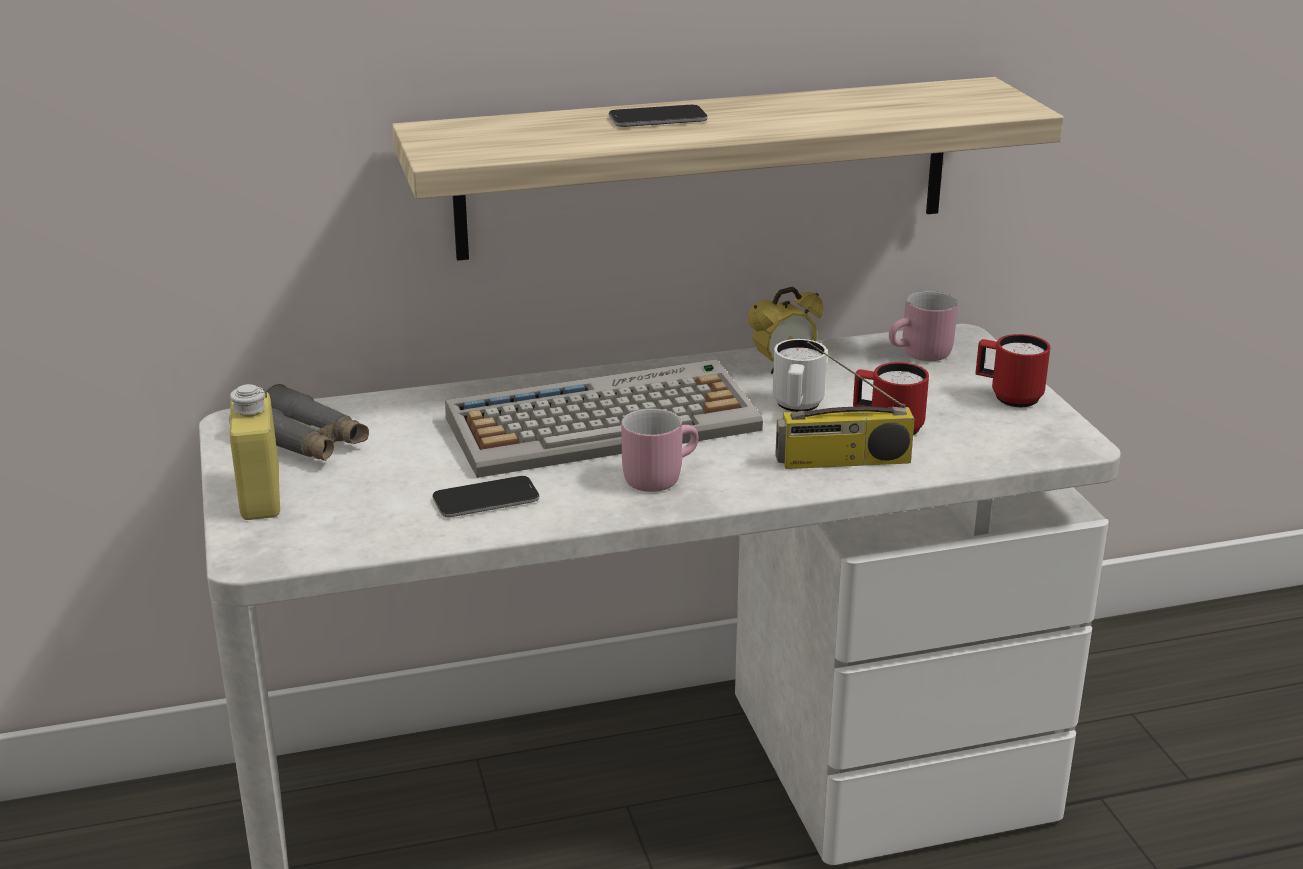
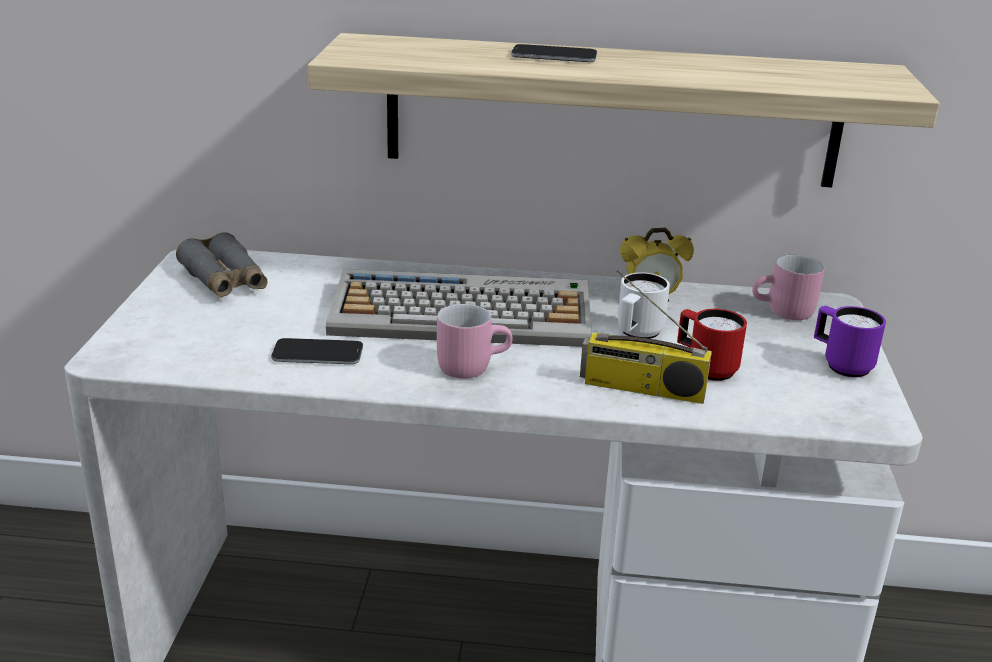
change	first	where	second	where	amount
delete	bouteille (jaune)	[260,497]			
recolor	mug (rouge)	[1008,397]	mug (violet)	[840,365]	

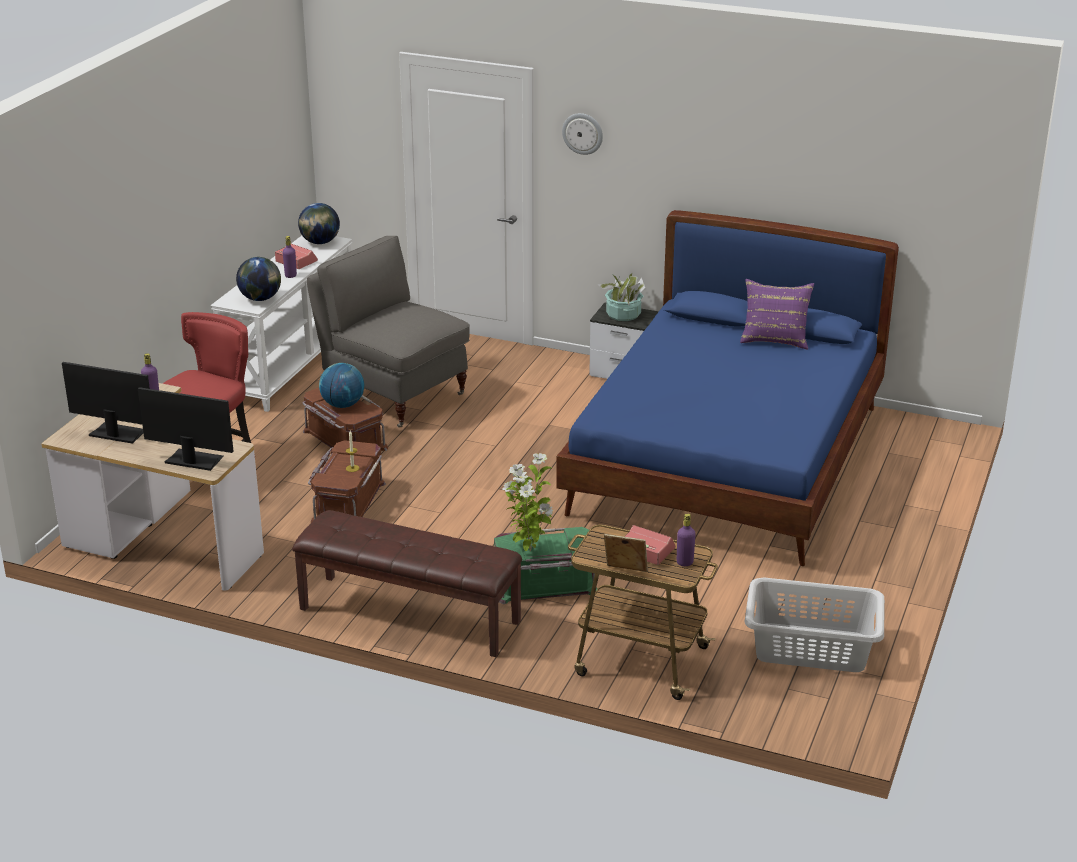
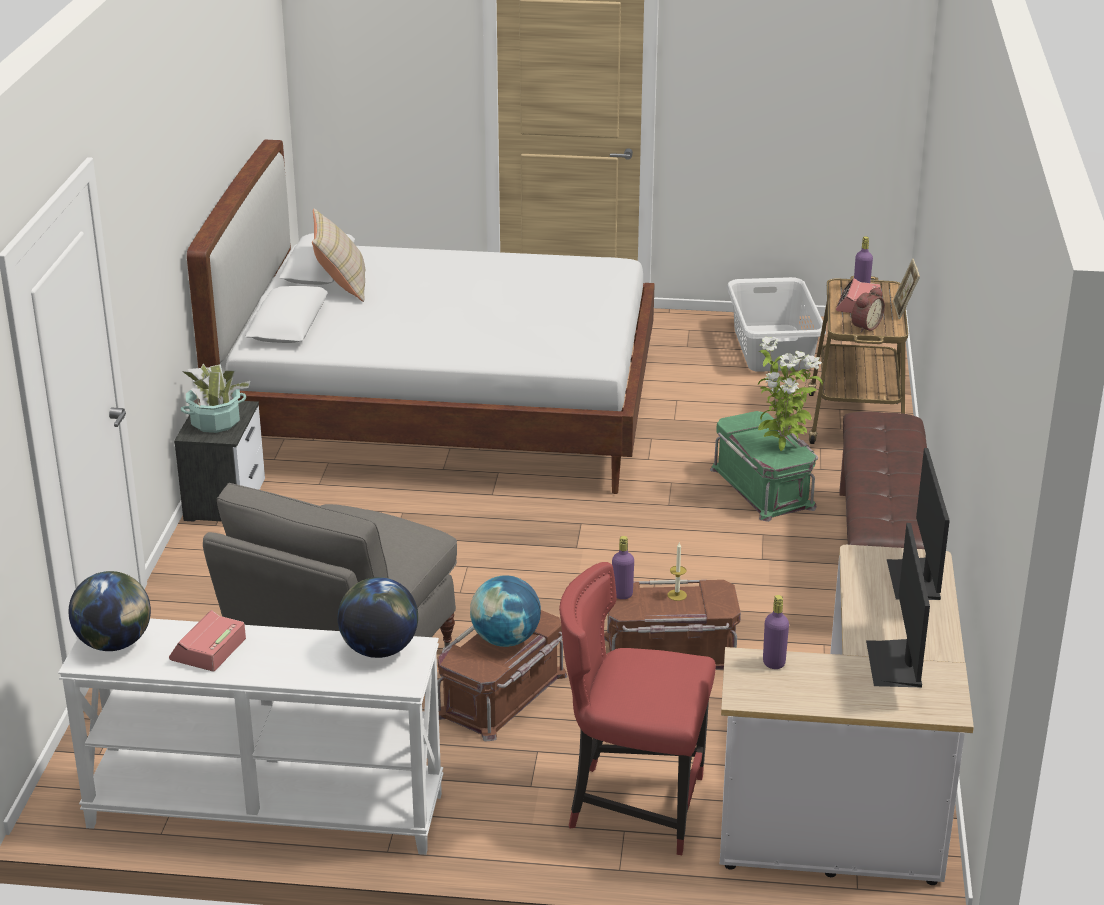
change	first	where	second	where	amount
move	bouteille (violet)	[290,275]		[622,595]	
recolor	lit (bleu)	[728,461]	lit (blanc)	[442,412]	
delete	horloge murale	[582,133]			
recolor	coussin (violet)	[775,339]	coussin (beige)	[341,286]	
insert			réveil	[864,326]	

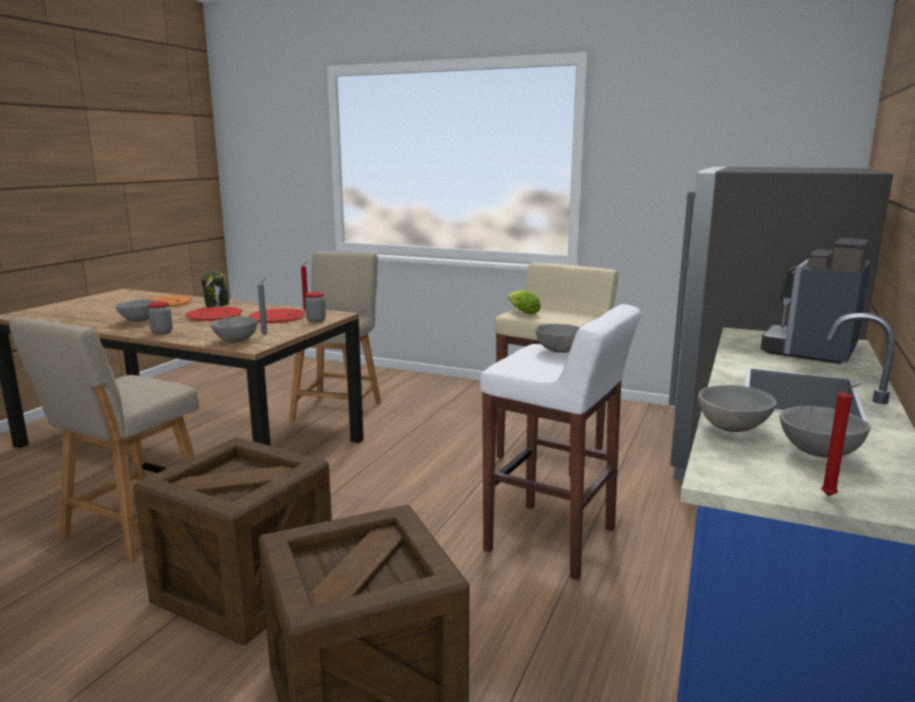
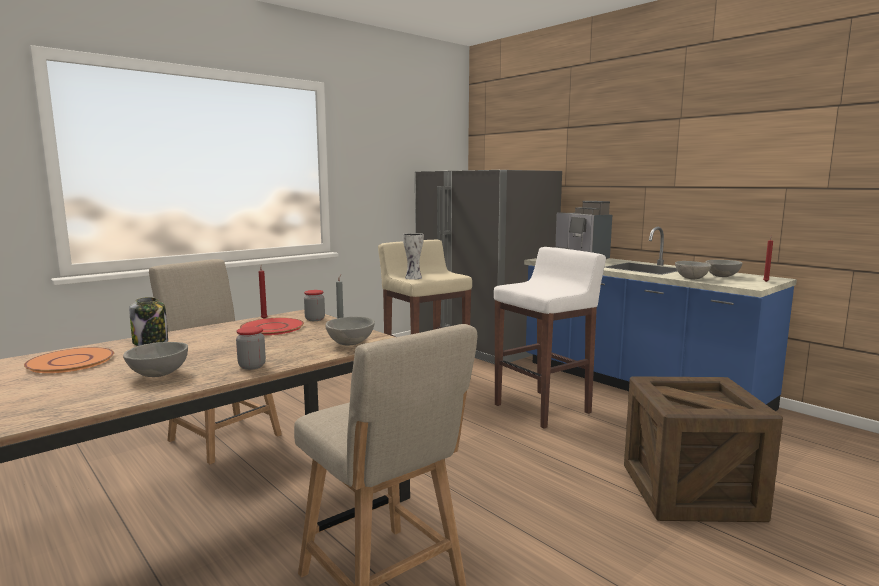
change	first	where	second	where	amount
delete	caisse	[245,588]			
delete	assiette (rouge)	[215,315]			
replace	laitue	[522,312]	vase	[414,278]	
delete	bol (gris)	[559,351]			

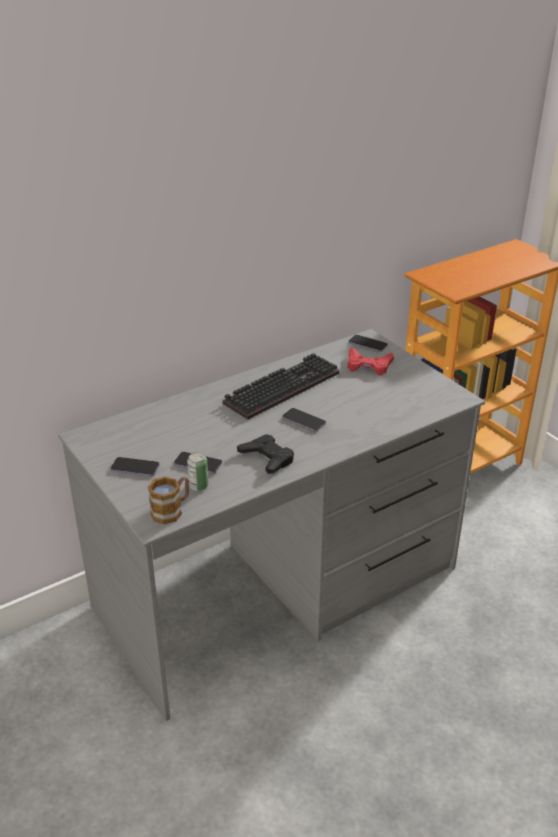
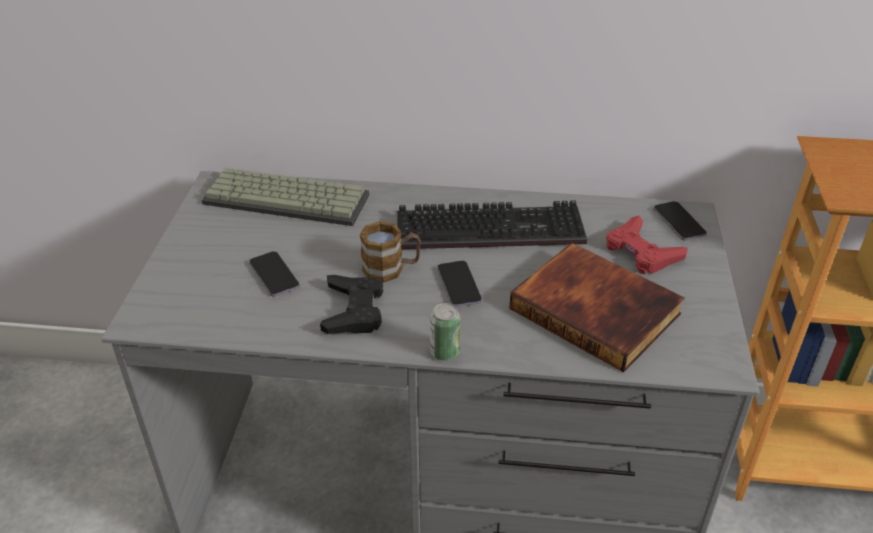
change	first	where	second	where	amount
delete	téléphone	[135,468]			
move	mug	[171,510]		[391,269]	
move	boîte métallique	[198,486]		[445,352]	
insert			clavier	[289,198]	
insert			livre	[597,310]	

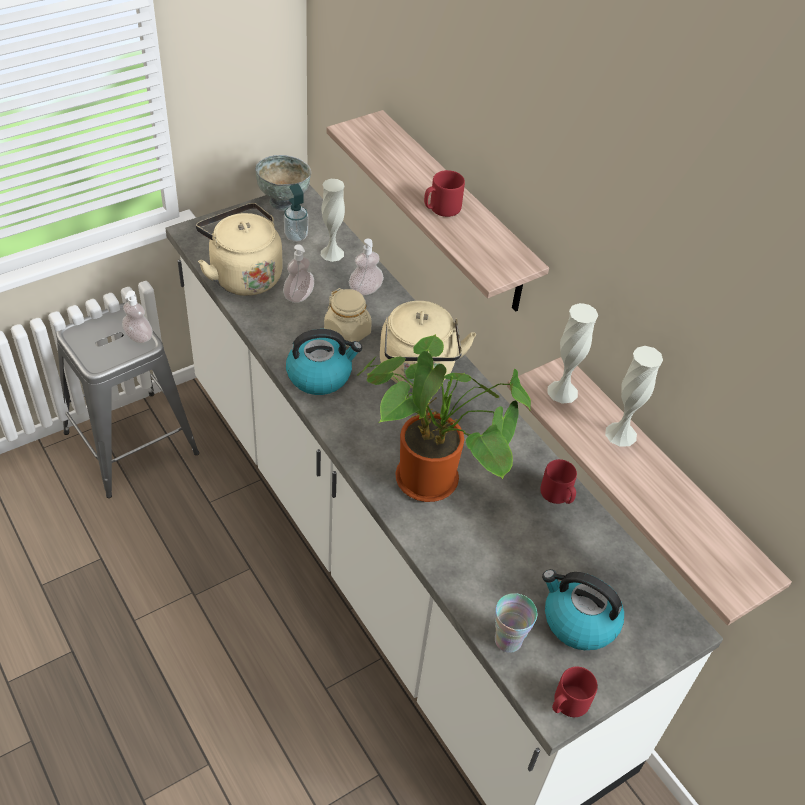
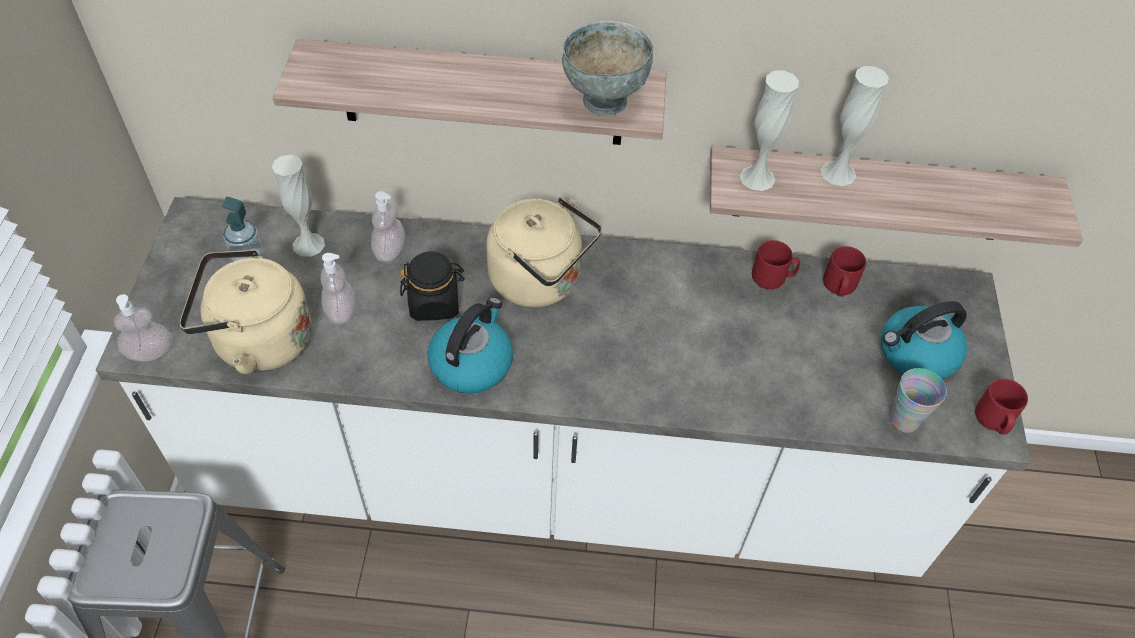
change	first	where	second	where	amount
move	distributeur de savon	[138,337]		[150,352]	
move	bol (gris)	[283,201]		[604,99]	
recolor	bocal (beige)	[347,332]	bocal (noir)	[434,303]	
delete	plante en pot	[434,481]			
move	mug (rouge)	[441,208]		[839,286]	

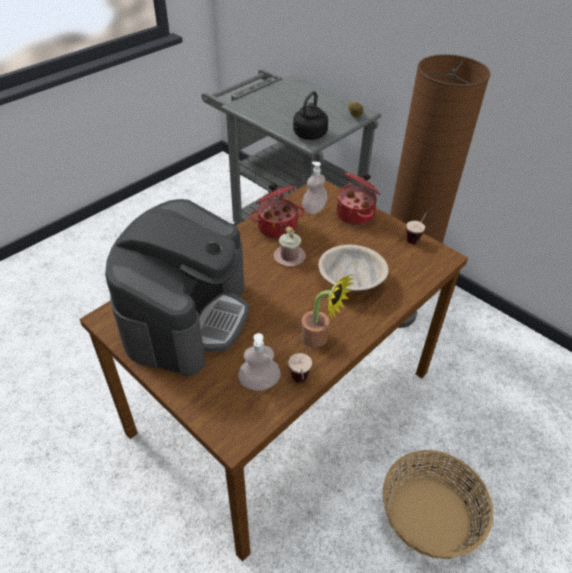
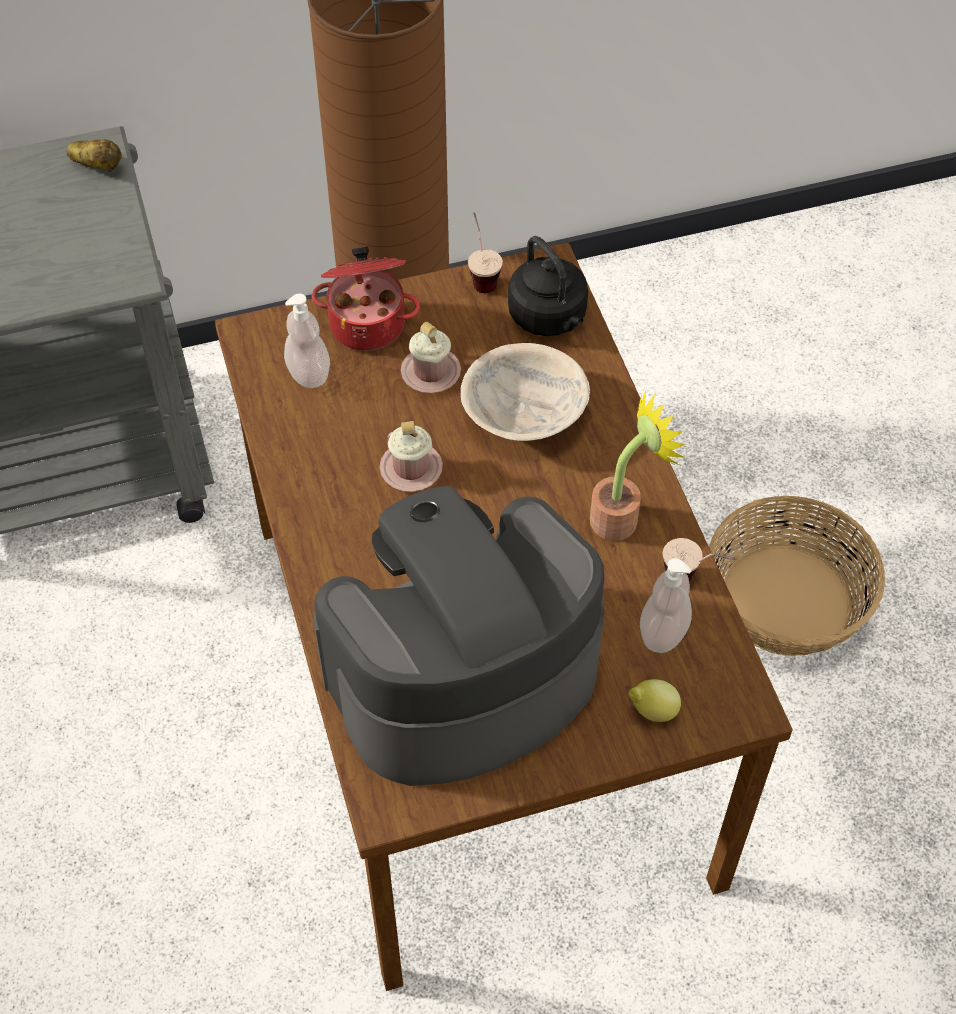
change	first	where	second	where	amount
rotate	machine à café	[187,316]		[461,677]	75 degrees counterclockwise
delete	marmite	[277,227]			
move	bouilloire (noir)	[308,135]		[549,318]	
insert			mug (rose)	[430,372]	
insert			citron	[652,711]	

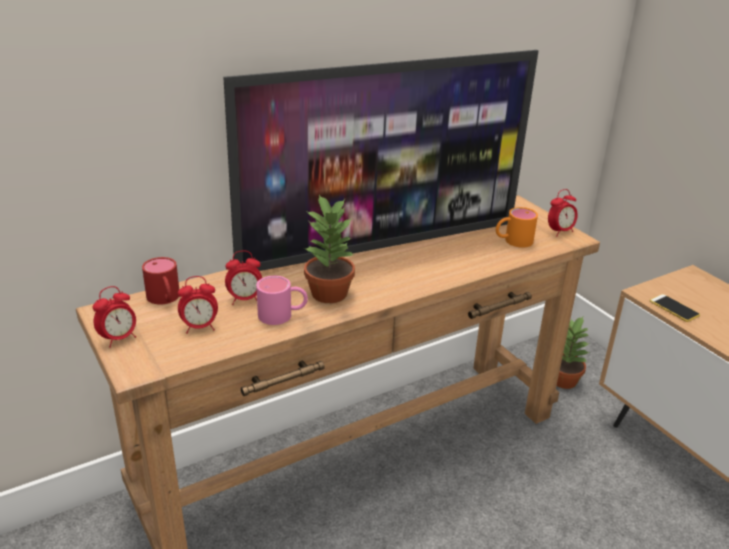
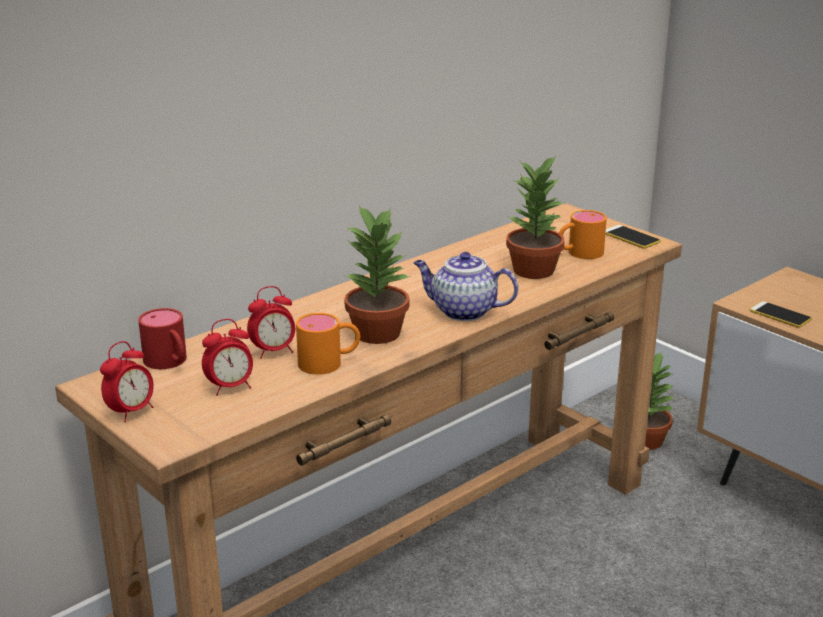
change	first	where	second	where	amount
delete	téléviseur	[381,245]			
recolor	mug (rose)	[283,315]	mug (orange)	[329,362]	
replace	réveil	[560,231]	téléphone	[631,237]	
insert			théière	[462,311]	
insert			plante en pot	[534,271]	

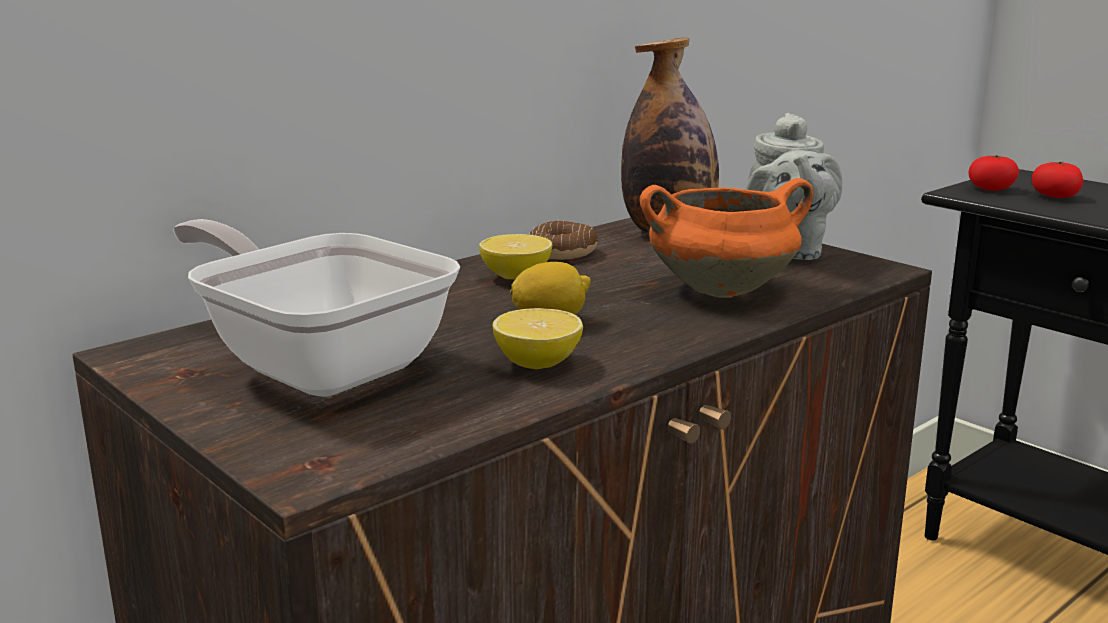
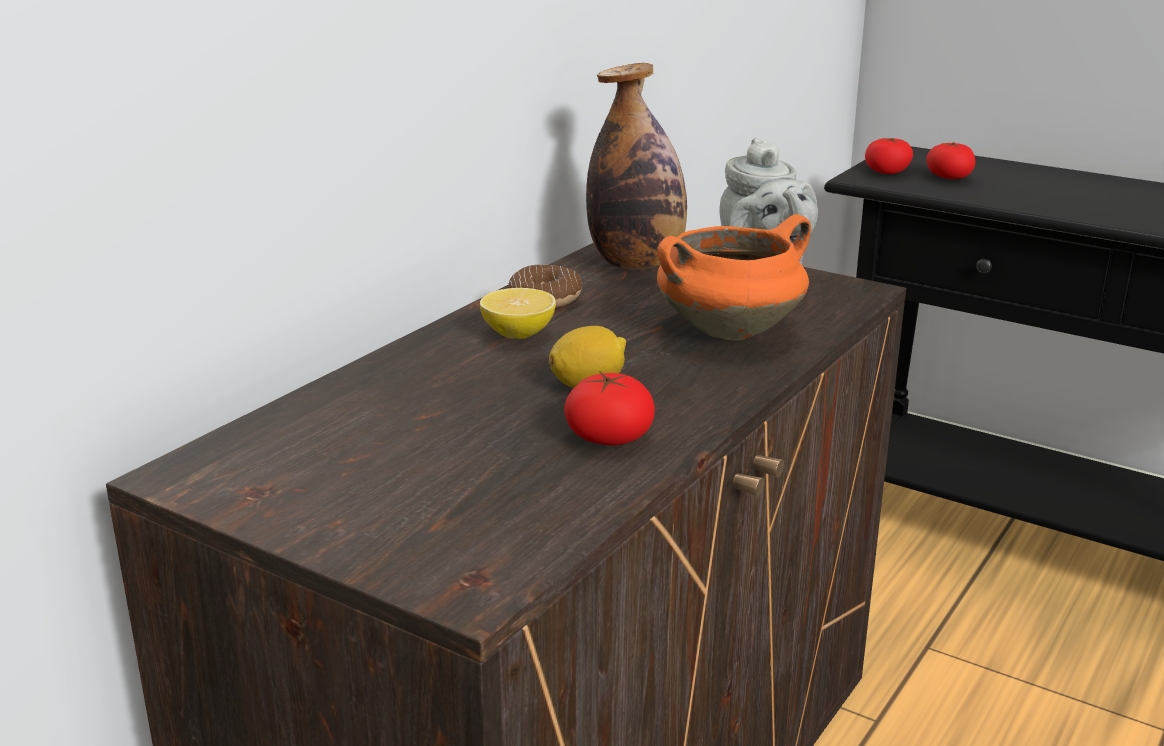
change	first	where	second	where	amount
delete	poêle	[317,363]			
replace	citron	[538,363]	tomate	[609,437]	

